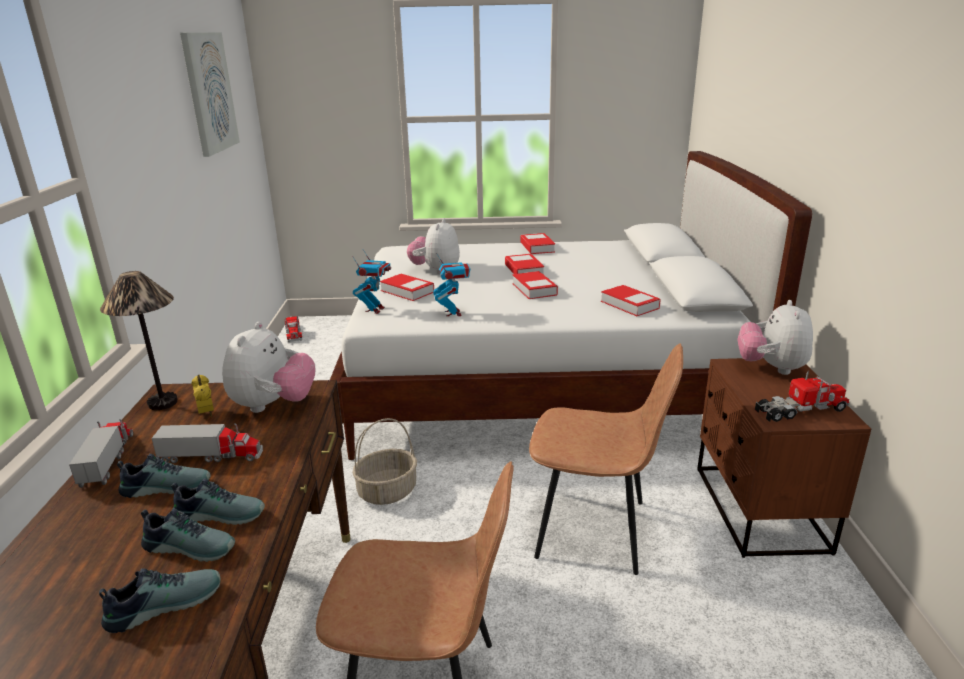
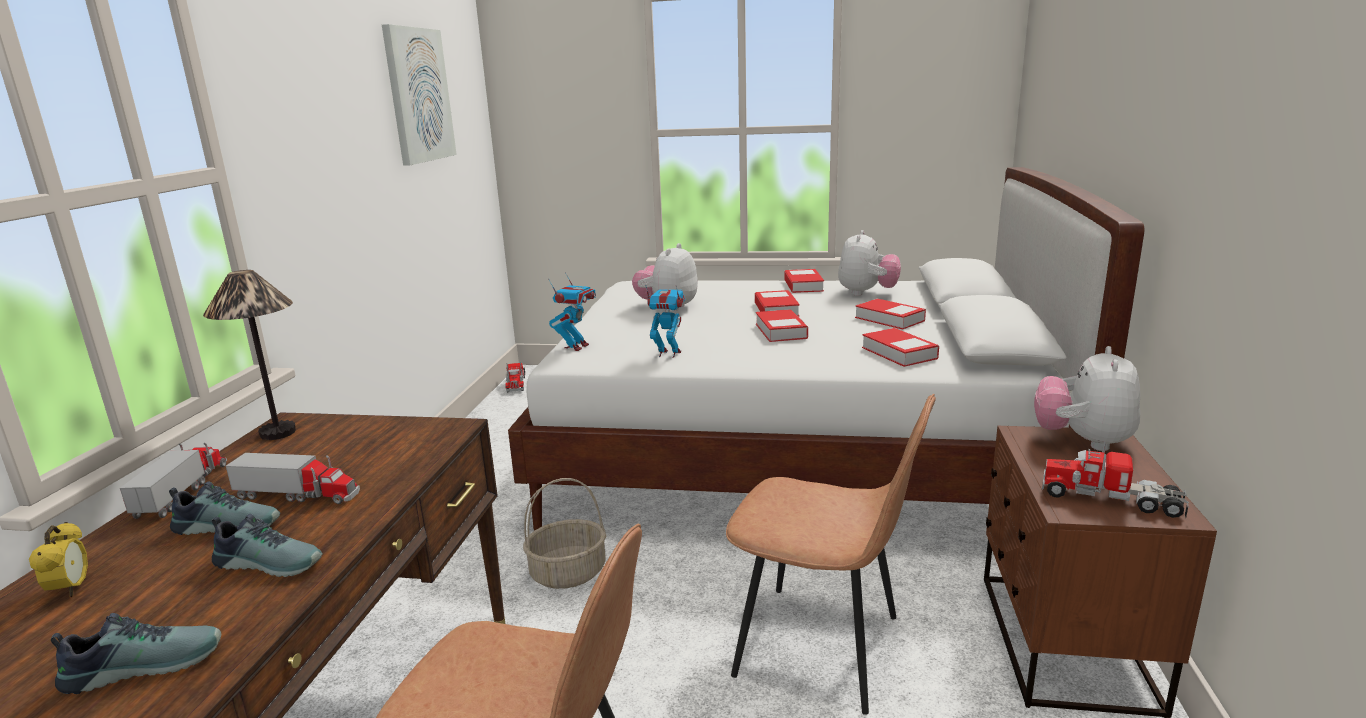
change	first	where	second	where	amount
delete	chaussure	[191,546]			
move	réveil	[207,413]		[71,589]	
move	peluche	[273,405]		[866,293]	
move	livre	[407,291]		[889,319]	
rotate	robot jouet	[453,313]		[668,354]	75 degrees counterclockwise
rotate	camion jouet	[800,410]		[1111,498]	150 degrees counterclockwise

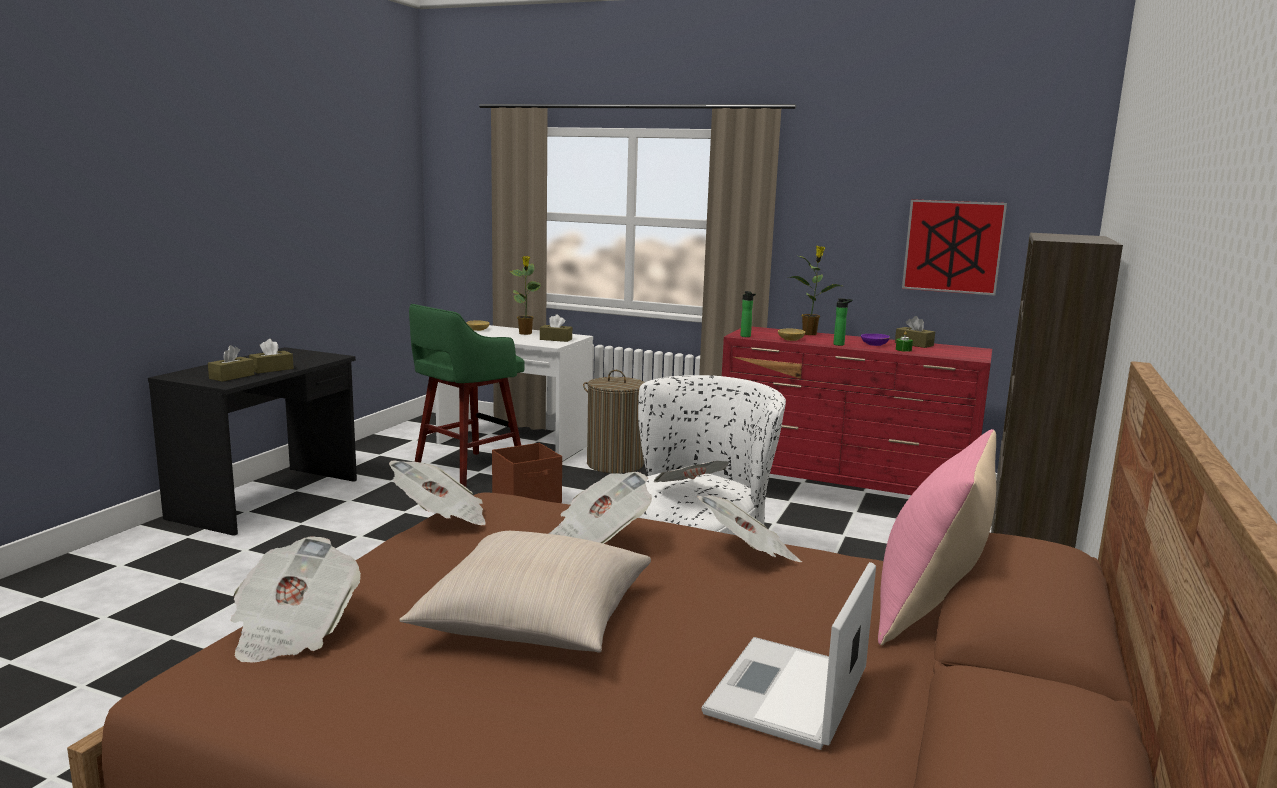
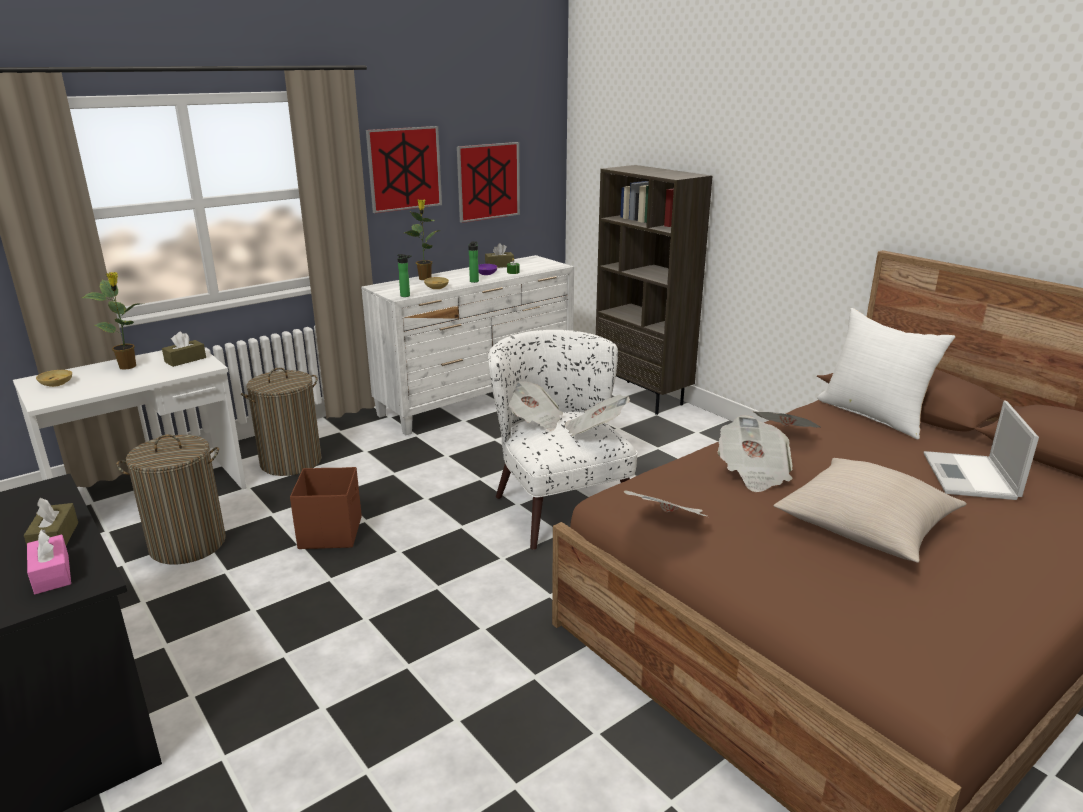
change	first	where	second	where	amount
recolor	boîte à mouchoirs (marron)	[232,376]	boîte à mouchoirs (rose)	[52,574]	
move	journal	[293,631]		[533,420]	
replace	tabouret (vert)	[466,471]	panier à linge	[187,544]	
rotate	ordinateur portable	[787,694]		[970,477]	45 degrees clockwise
recolor	commode (rouge)	[843,496]	commode (blanc)	[478,400]	
recolor	coussin (rose)	[929,608]	coussin (blanc)	[874,415]	
insert			tableau	[404,169]	

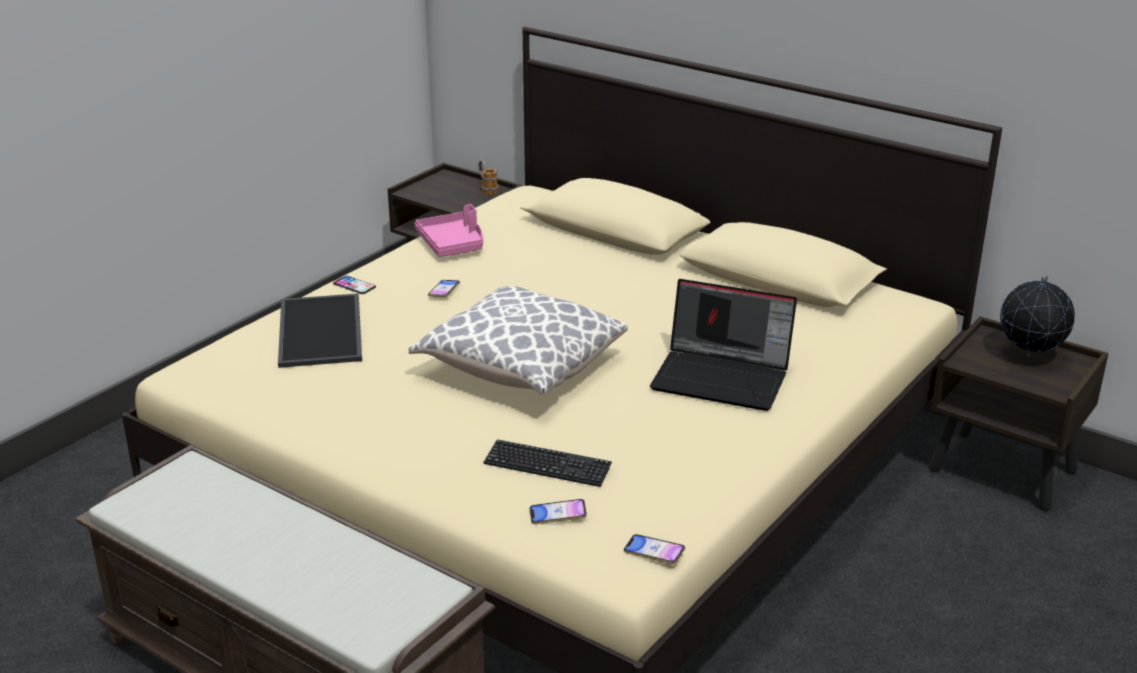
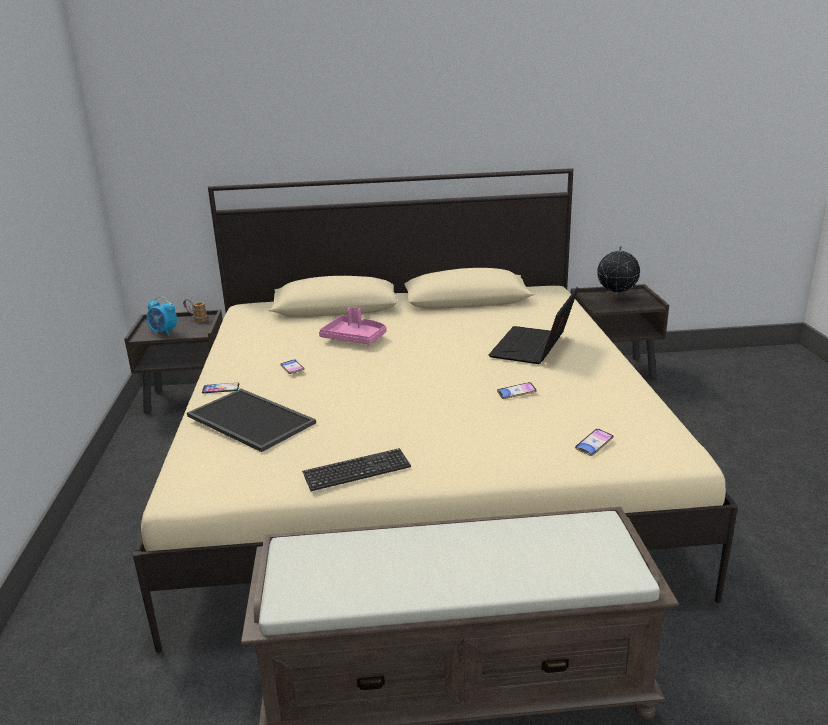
change	first	where	second	where	amount
delete	coussin	[520,368]			
move	plateau (rose)	[453,244]		[355,338]	
move	clavier	[547,465]		[357,471]	
move	téléphone	[654,552]		[516,393]	
rotate	ordinateur portable	[723,377]		[533,348]	135 degrees clockwise
insert			réveil	[164,332]	

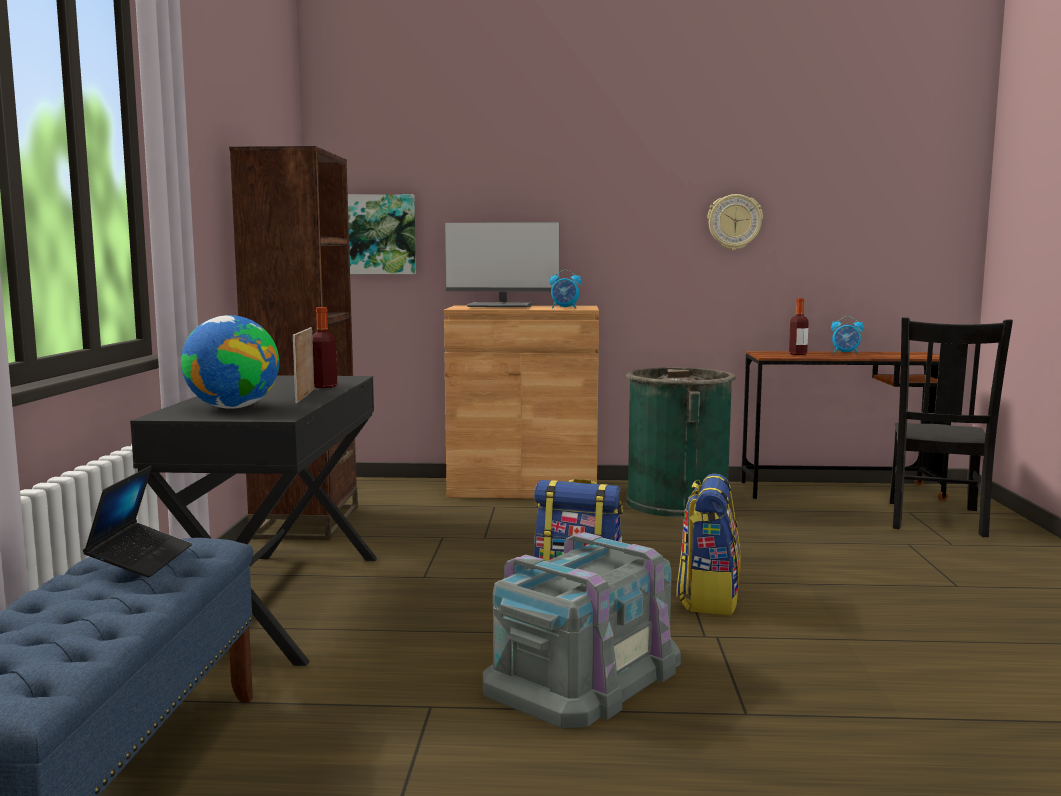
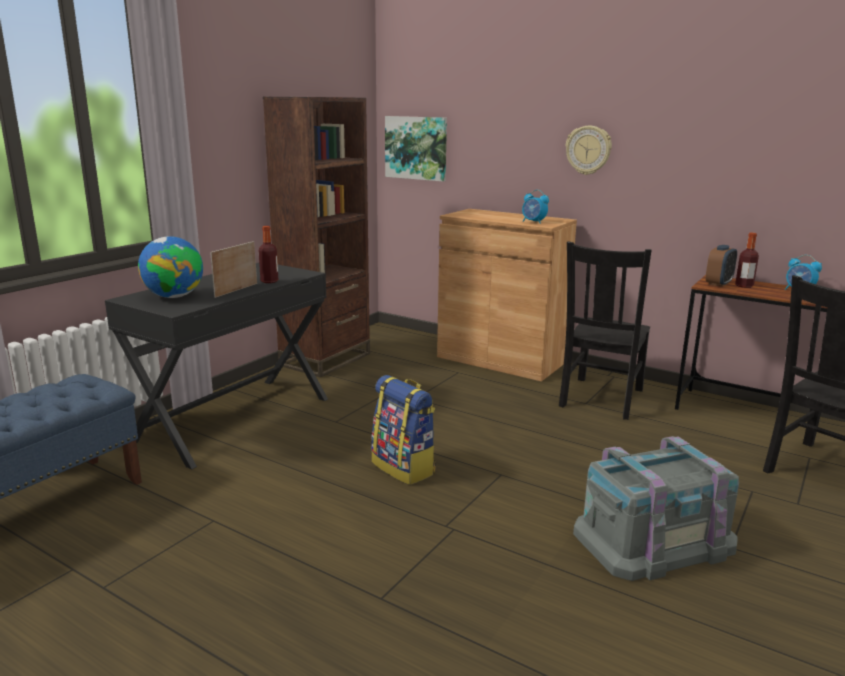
change	first	where	second	where	amount
delete	ordinateur portable	[141,560]			
delete	écran d'ordinateur	[500,307]			
move	boîte de rangement (gris)	[583,674]		[653,539]	
replace	poubelle (vert)	[677,503]	chaise (noir)	[600,399]	
delete	sac à dos	[708,598]			
move	horloge murale	[734,222]		[588,150]	
insert			réveil	[718,283]	

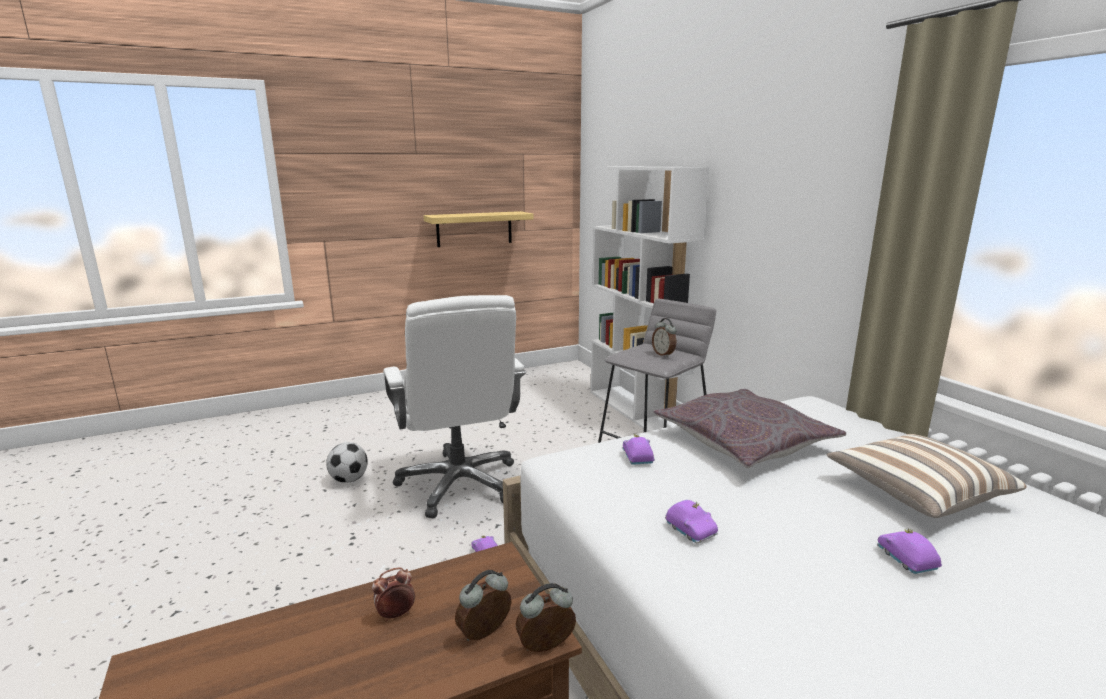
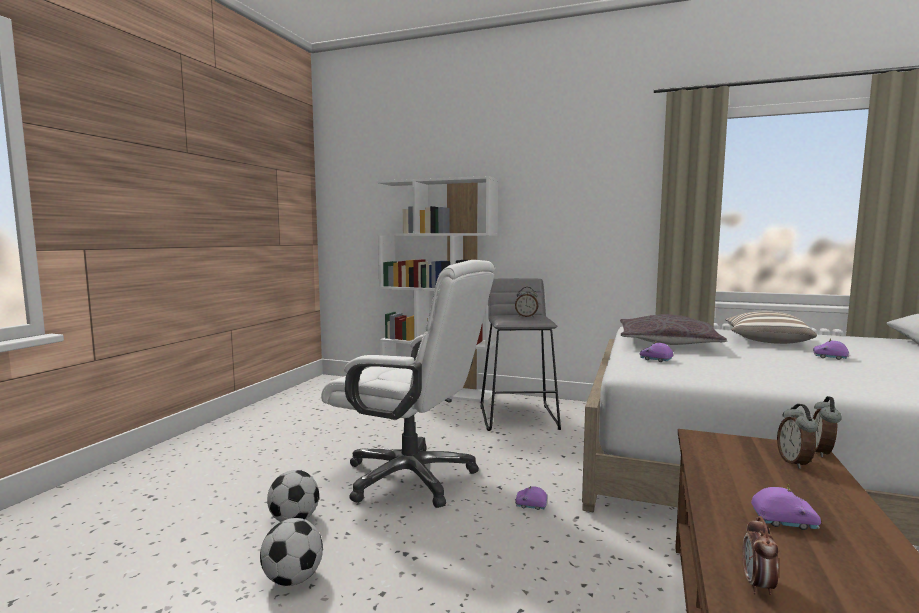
change	first	where	second	where	amount
move	réveil	[395,614]		[758,586]	
delete	étagère	[474,229]			
move	petite voiture (violet)	[691,530]		[783,520]	
insert			ballon de foot	[293,579]	

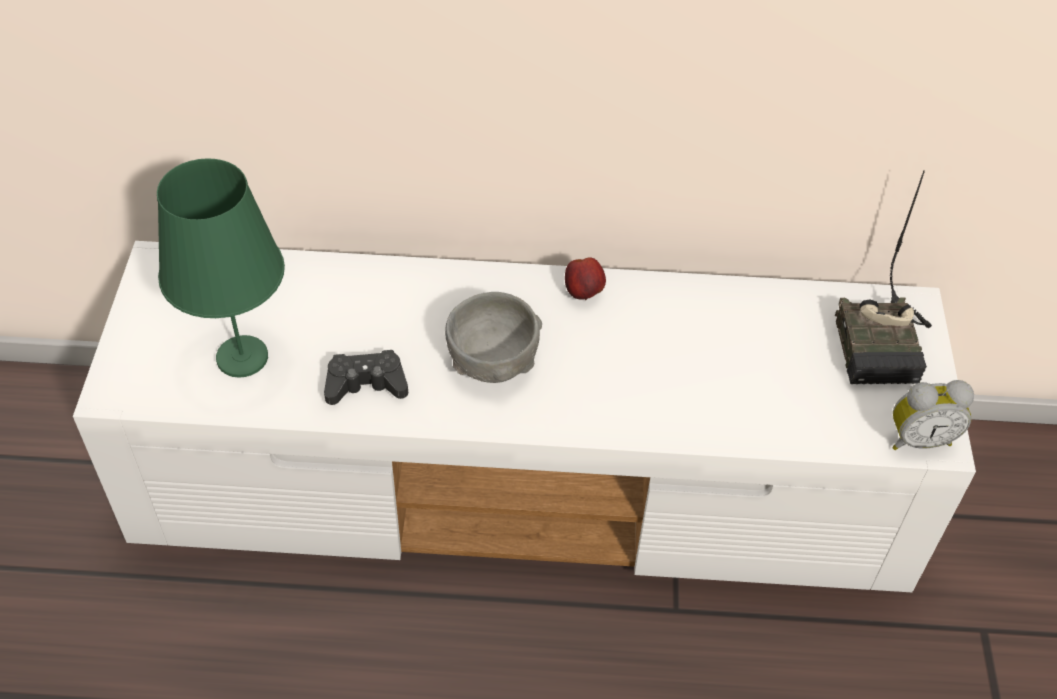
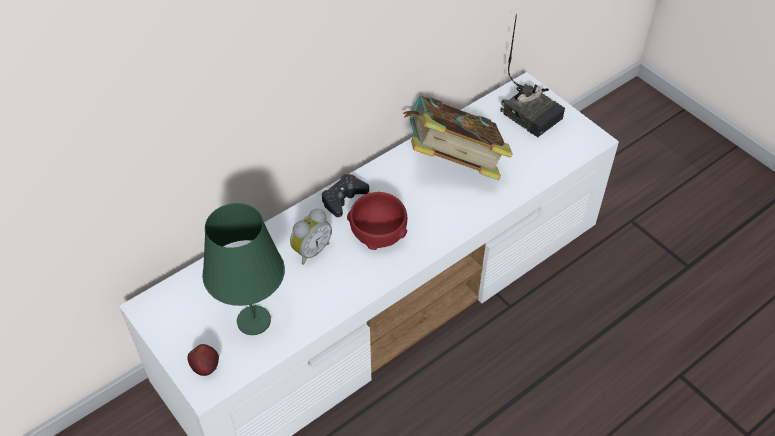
change	first	where	second	where	amount
move	manette (noir)	[366,384]		[343,198]	
recolor	bol (gris)	[493,361]	bol (rouge)	[378,234]	
move	pomme	[584,293]		[206,367]	
move	réveil	[918,438]		[310,250]	
insert			livre	[453,163]	

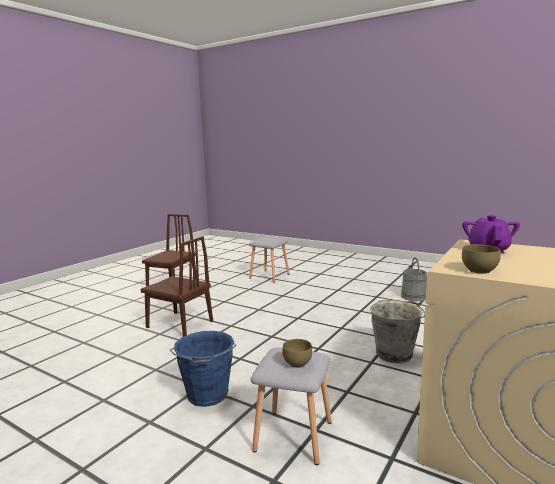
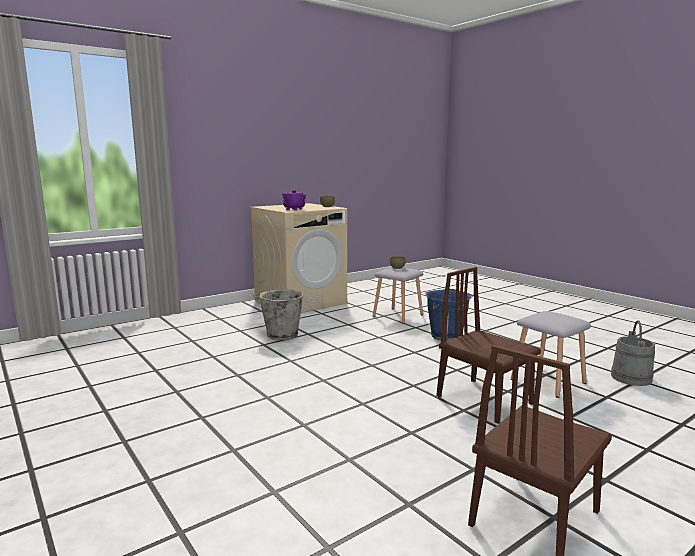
change	first	where	second	where	amount
move	tabouret (gris)	[269,276]		[549,381]	
move	seau (gris)	[413,296]		[631,378]	

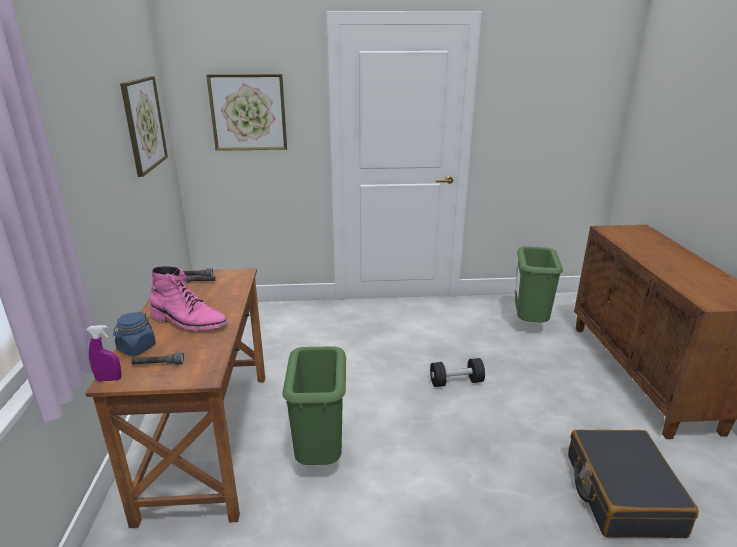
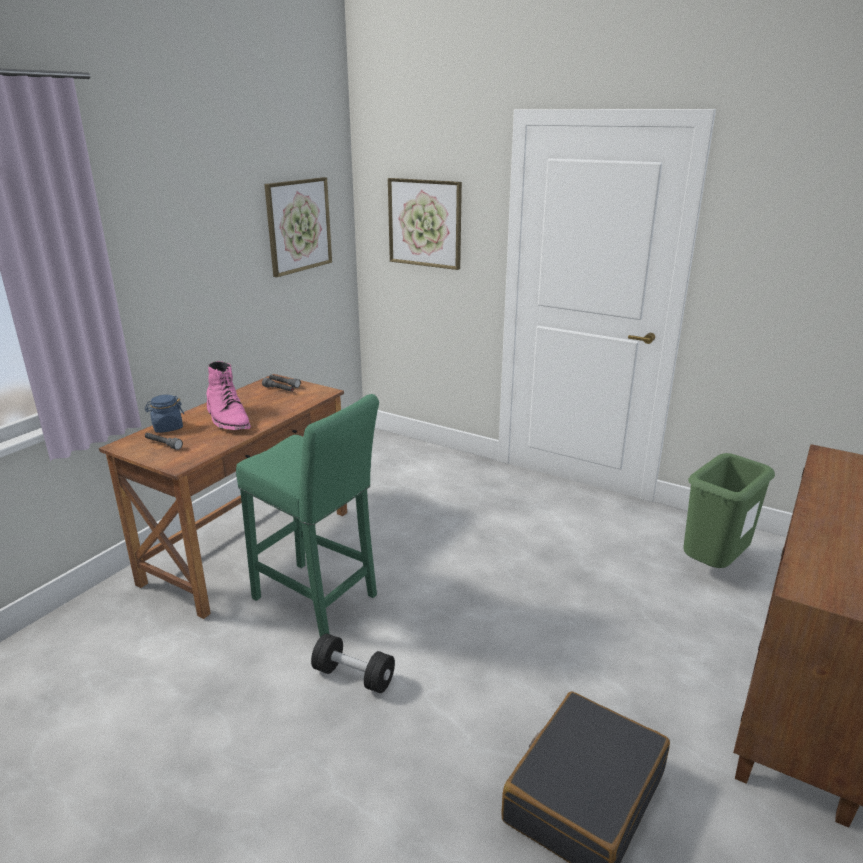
change	first	where	second	where	amount
delete	vaporisateur (violet)	[109,379]			
replace	poubelle (vert)	[321,456]	tabouret (vert)	[318,600]	
move	haltère (noir)	[456,382]		[353,676]	

